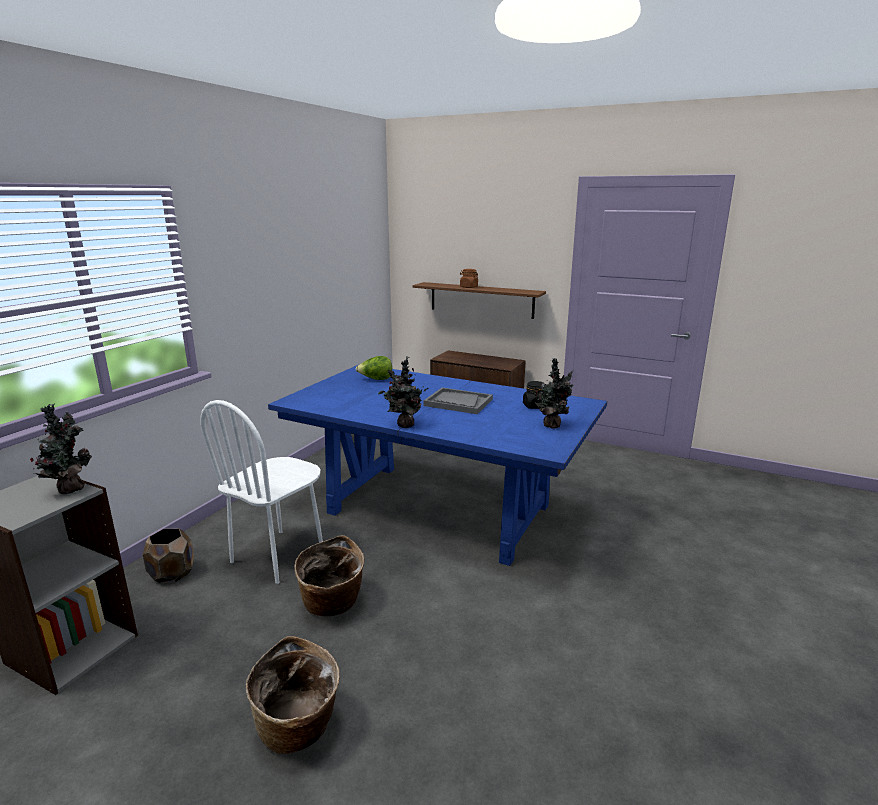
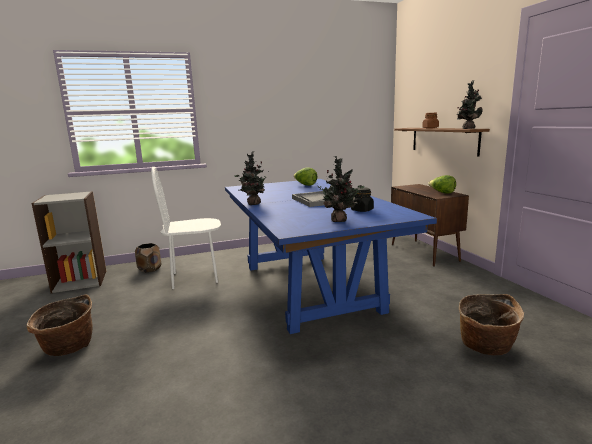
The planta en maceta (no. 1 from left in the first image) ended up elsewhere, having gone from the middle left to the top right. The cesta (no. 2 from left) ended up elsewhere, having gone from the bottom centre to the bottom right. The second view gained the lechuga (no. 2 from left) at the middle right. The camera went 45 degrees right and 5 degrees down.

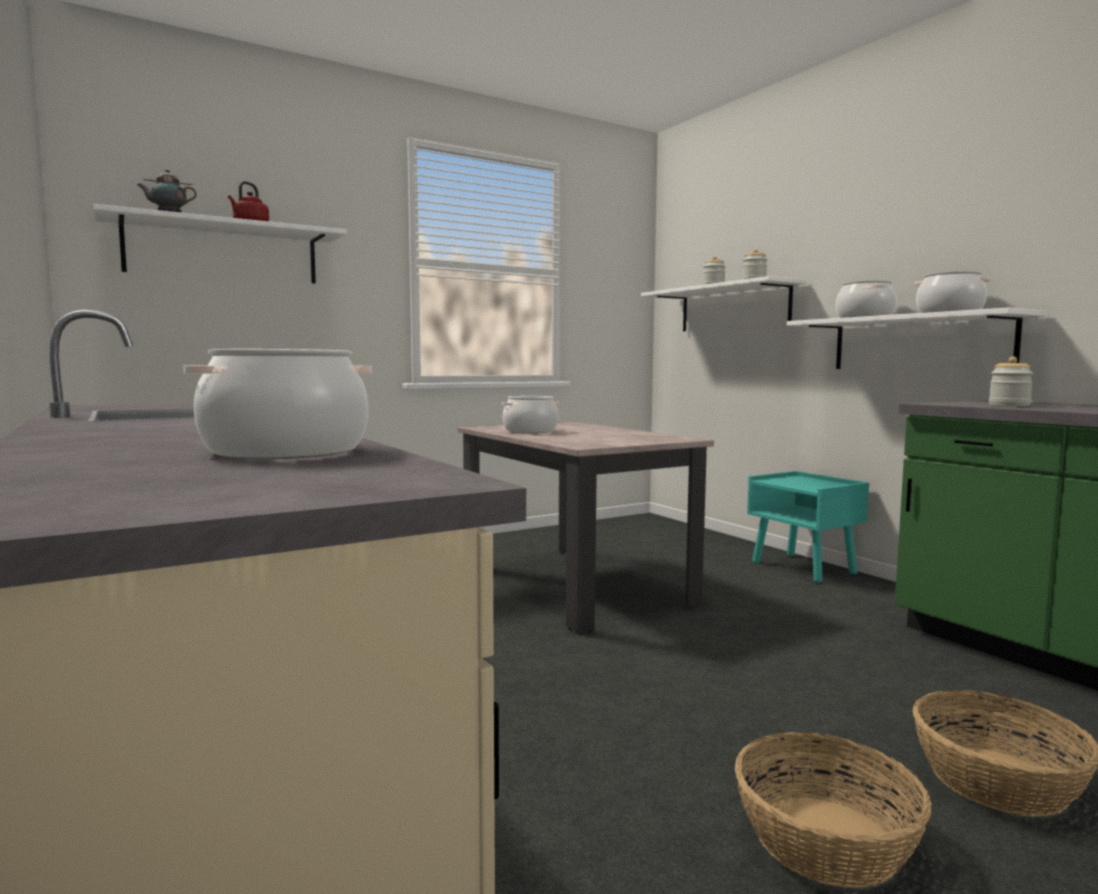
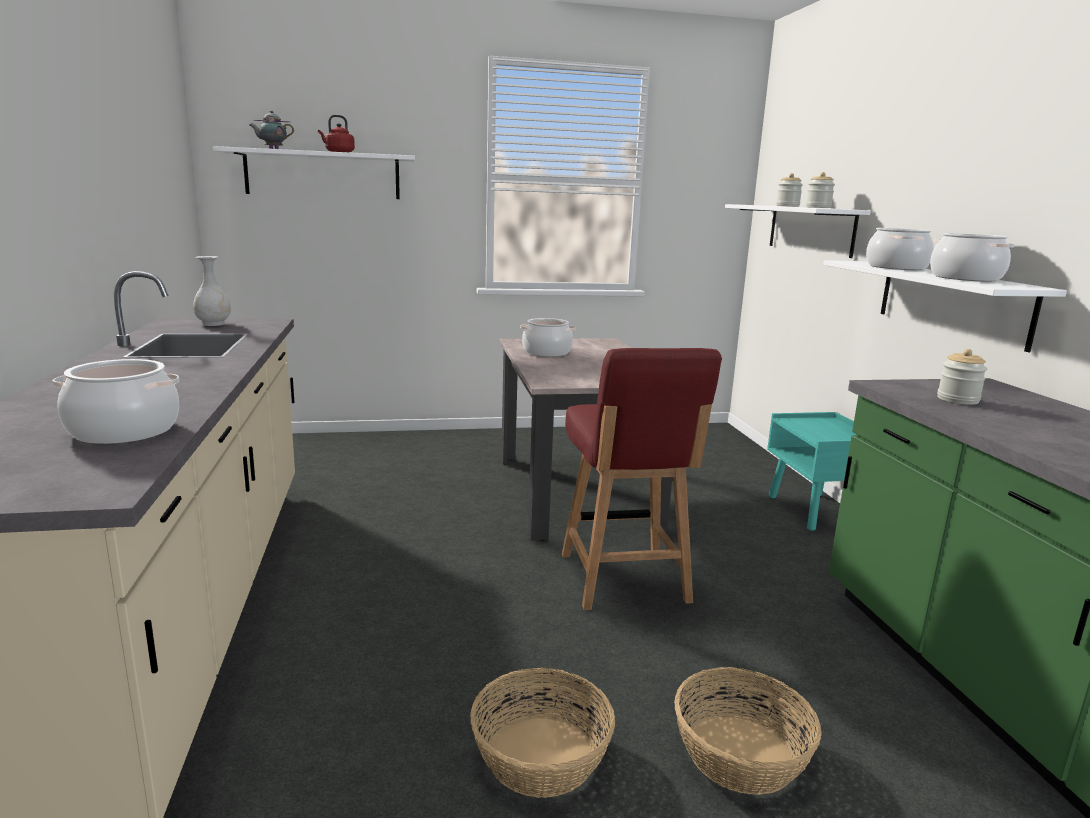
The second view gained the florero [blanco] at the middle left. The second view gained the silla [rojo] at the centre. The camera went 20 degrees right and 10 degrees up.

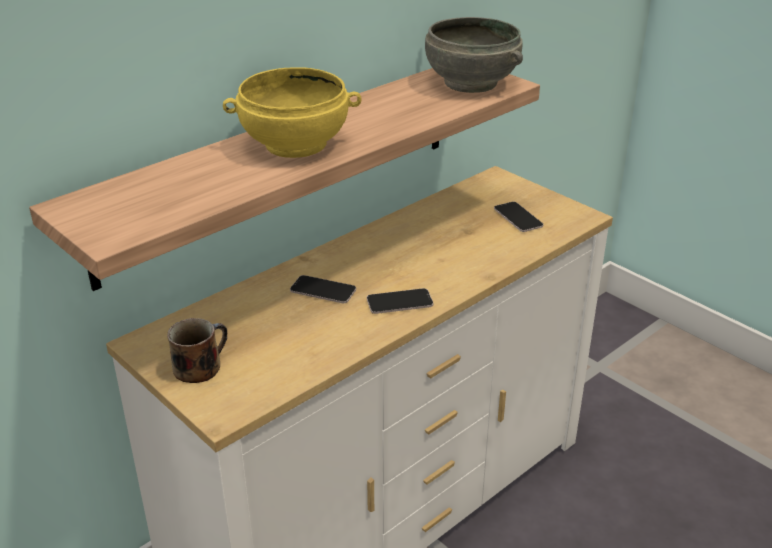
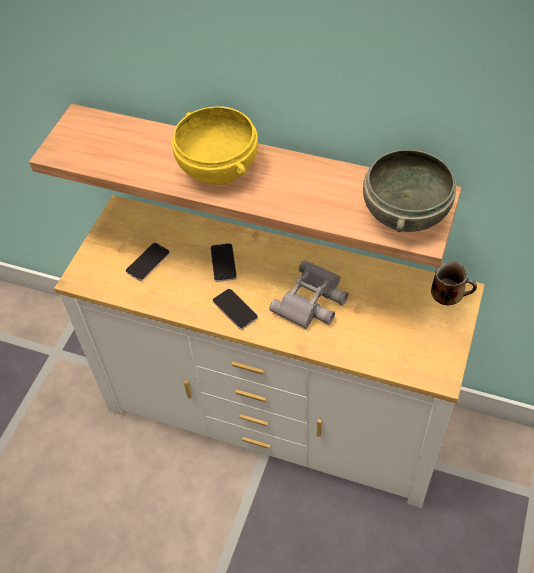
The taza grande ended up elsewhere, having gone from the middle left to the middle right. The móvil (no. 3 from left in the first image) ended up elsewhere, having gone from the middle right to the middle left. The second view gained the prismáticos [gris] at the centre. The camera went 65 degrees right and 20 degrees up.

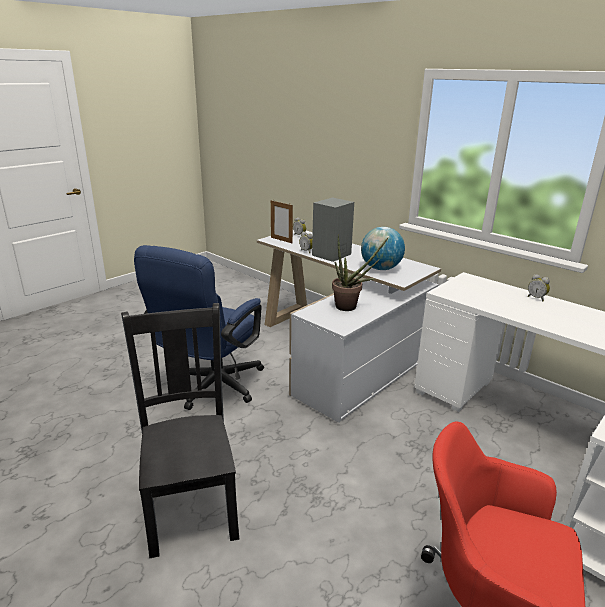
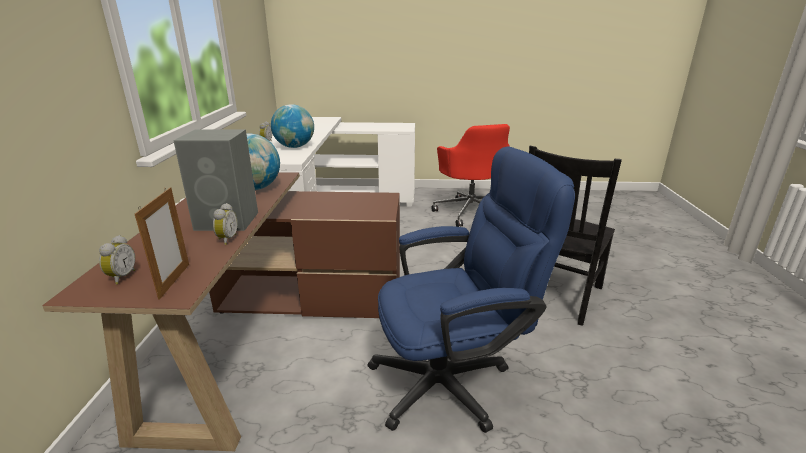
What was the escritorio [blanco] (no. 1 from left) at the centre turned into the escritorio [marrón] at the bottom left. The second view lost the planta en maceta at the centre. The second view gained the globo terráqueo (no. 2 from left) at the top centre. The camera went 130 degrees left and 0 degrees up.

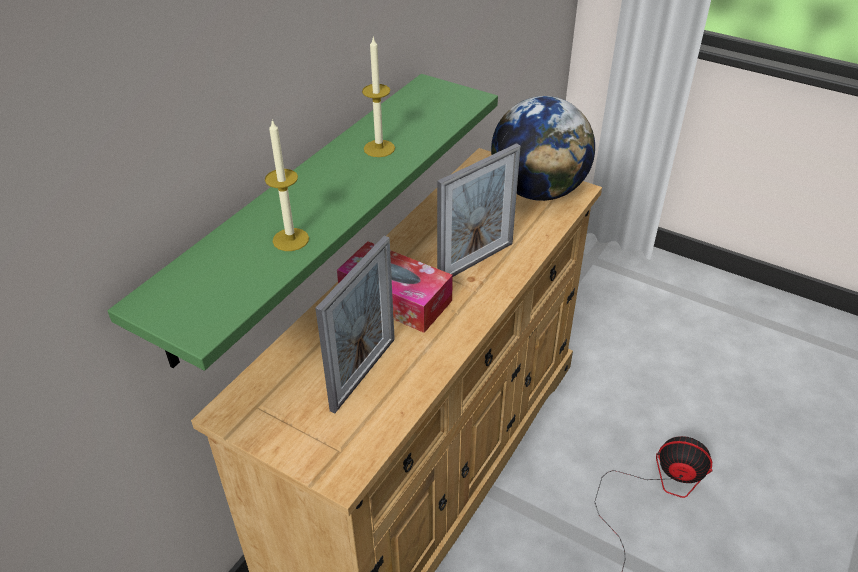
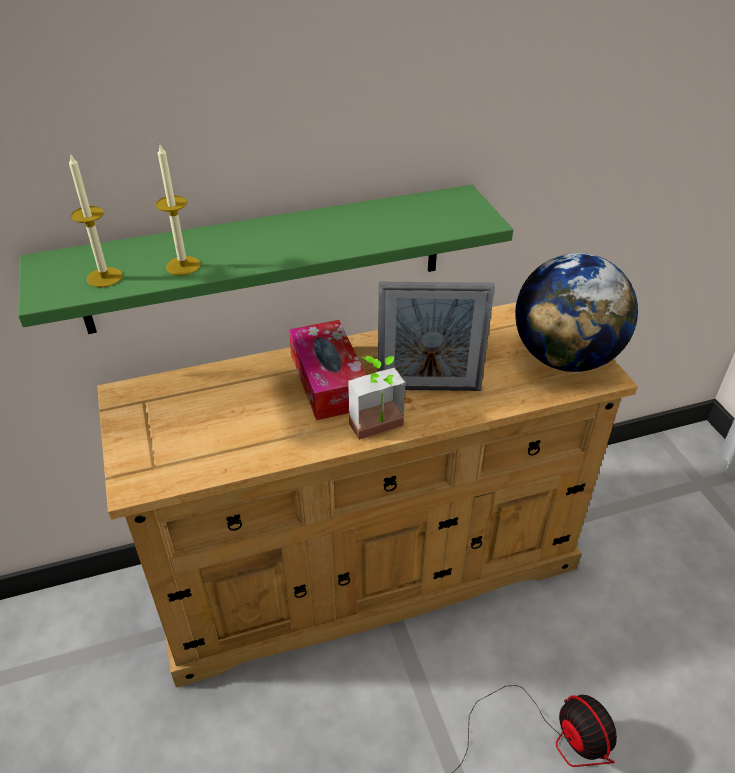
The second view lost the portarretratos (no. 1 from left) at the centre. The vela (no. 2 from left in the first image) ended up elsewhere, having gone from the top centre to the top left. The second view gained the planta en maceta at the centre. The camera went 40 degrees right and 0 degrees up.

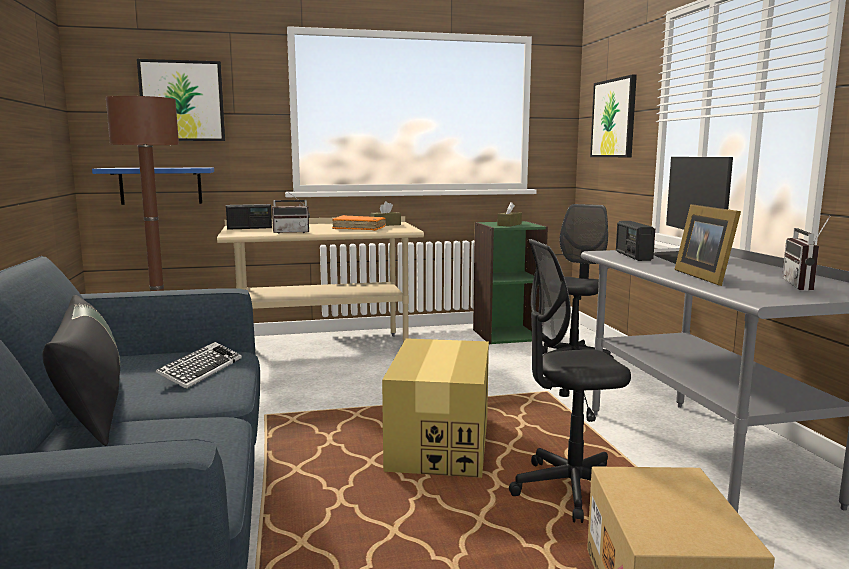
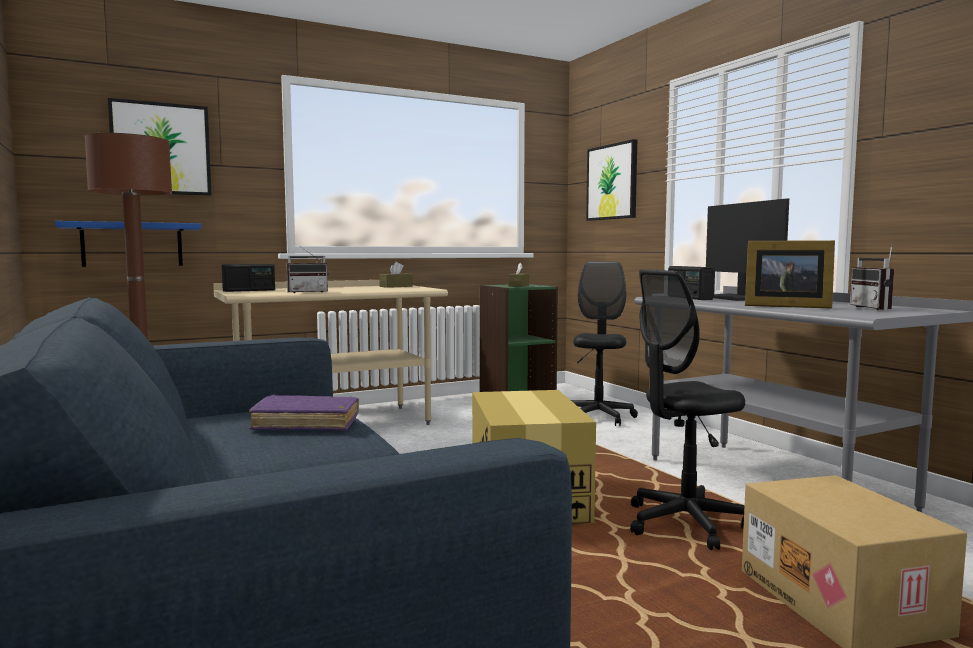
The second view lost the cojín [negro] at the middle left. Where the teclado stood at the middle left, the libro [morado] came to stand at the middle left. The second view lost the libro [naranja] at the centre. The portarretratos at the middle right ended up facing another way, 45 degrees counterclockwise from before. The camera went 15 degrees left and 5 degrees down.

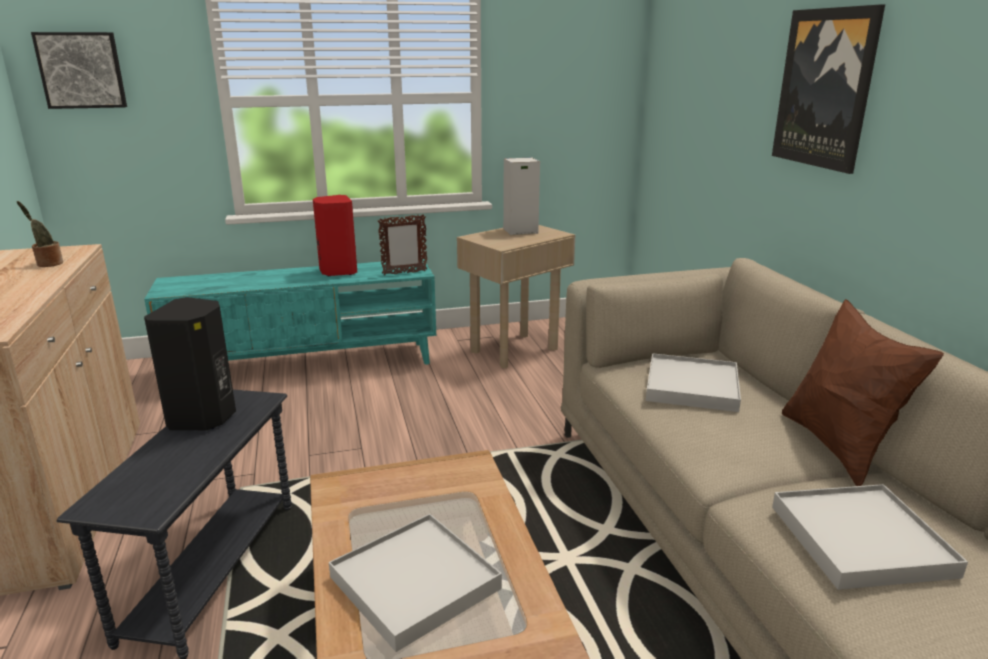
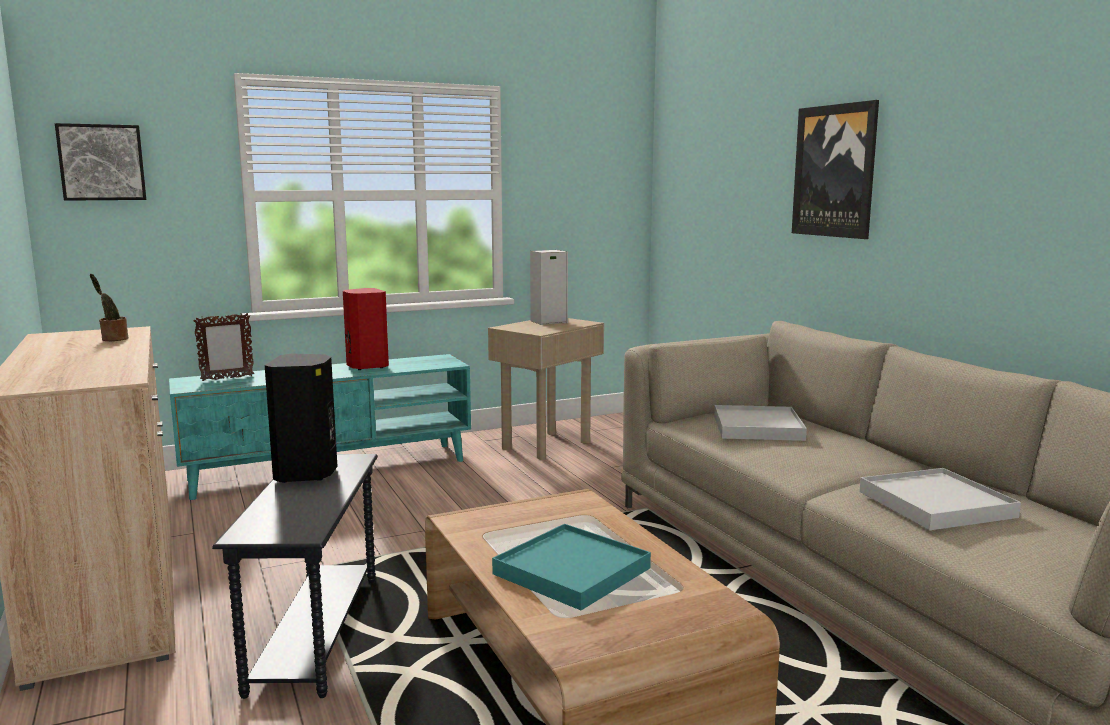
What was the bandeja [blanco] (no. 1 from left) at the bottom centre turned into the bandeja [turquesa] at the bottom centre. The portarretratos ended up elsewhere, having gone from the centre to the middle left. The second view lost the cojín [marrón] at the middle right. The camera went 10 degrees left and 10 degrees down.

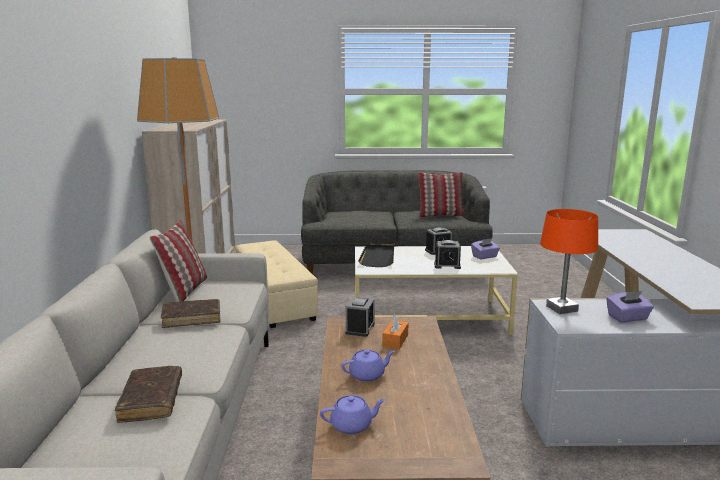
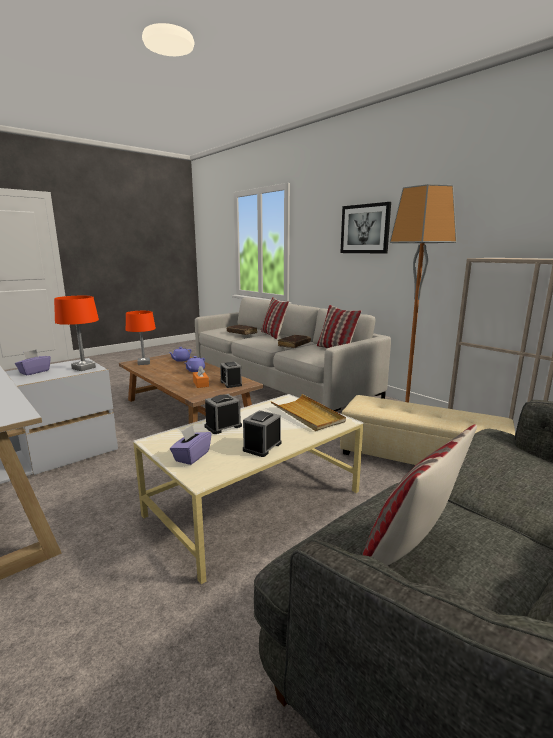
What was the bandeja [negro] at the centre turned into the bandeja [beis] at the centre. The second view gained the lámpara de mesa [naranja] (no. 2 from left) at the middle left. The second view gained the cojín (no. 1 from left) at the centre. The second view gained the cuadro at the top centre. The camera went 140 degrees right and 0 degrees up.

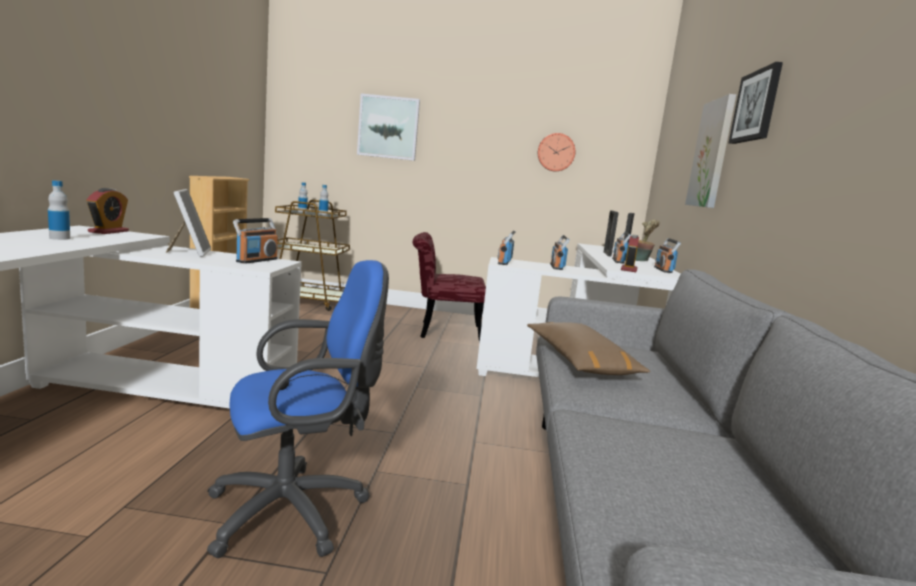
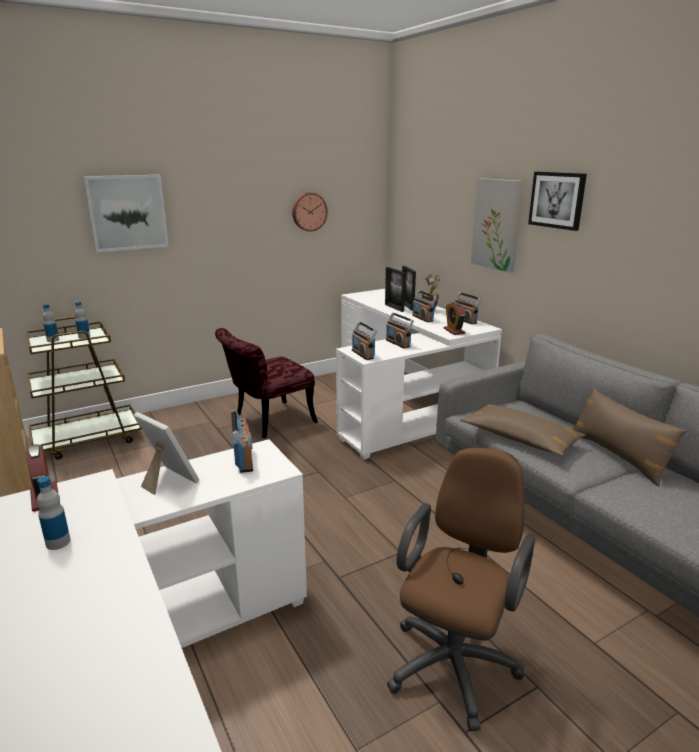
What was the silla de oficina [azul] at the bottom left turned into the silla de oficina [marrón] at the bottom centre. The second view gained the cojín [marrón] (no. 2 from left) at the middle right. The camera went 35 degrees left and 10 degrees up.

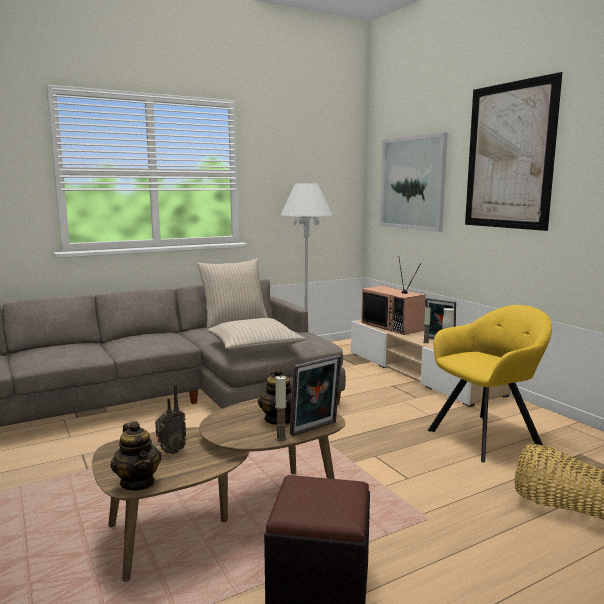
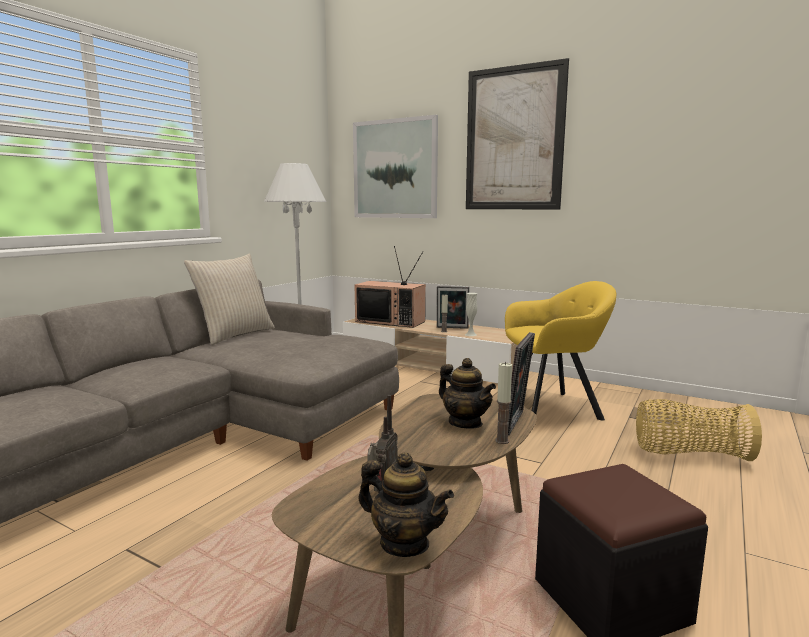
The second view lost the cojín [beis] (no. 2 from left) at the centre. The sillón [amarillo] at the middle right ended up facing another way, 45 degrees clockwise from before. The camera went 30 degrees left and 0 degrees up.

